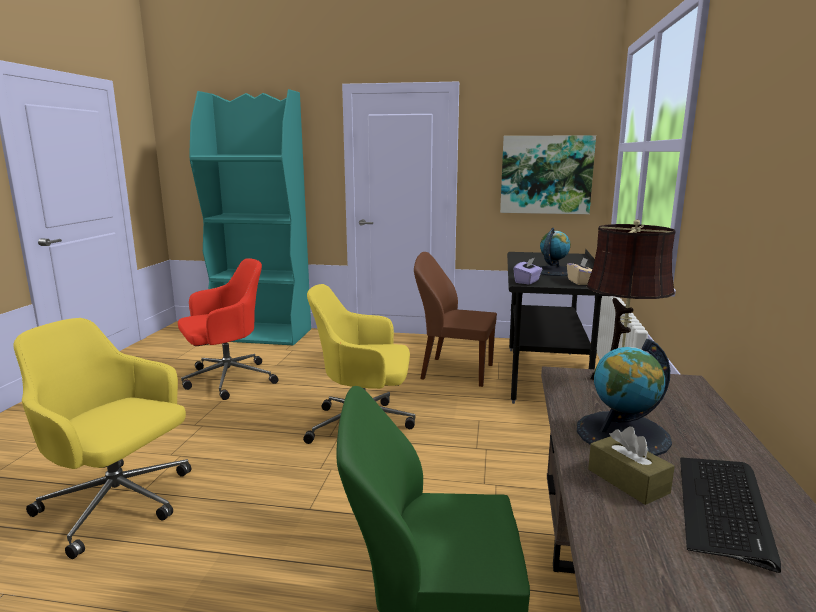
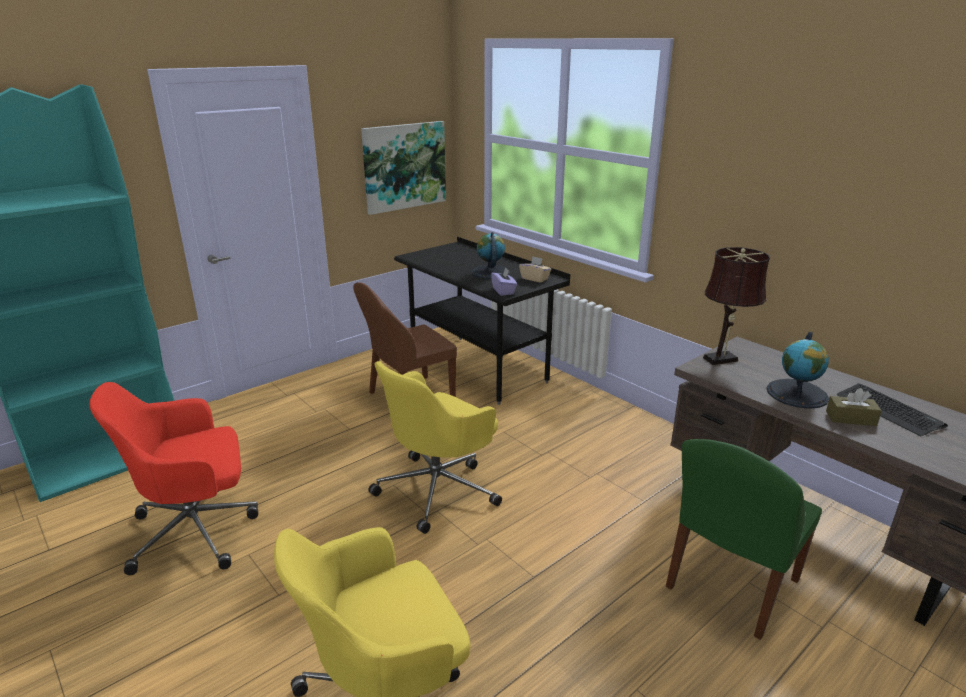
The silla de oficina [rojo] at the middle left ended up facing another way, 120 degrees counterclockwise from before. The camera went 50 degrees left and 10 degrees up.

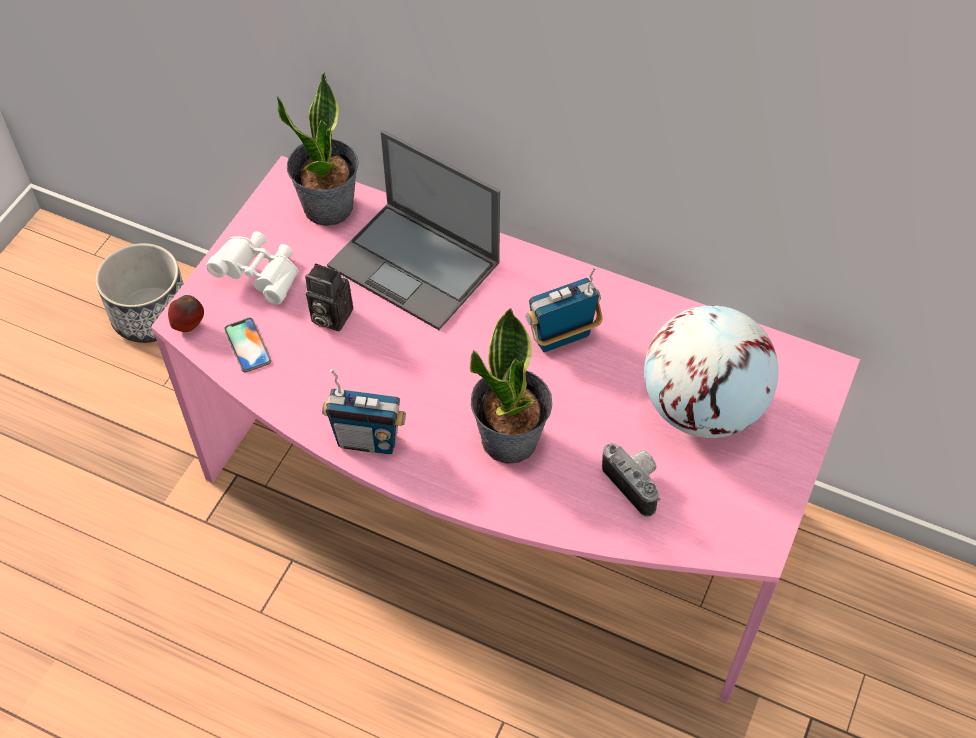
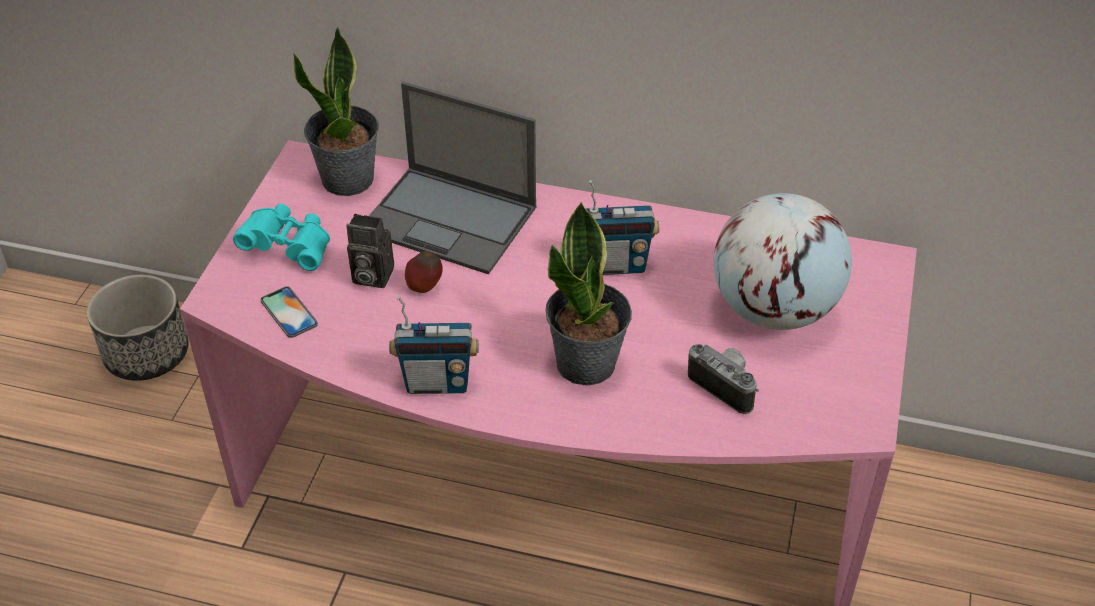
The manzana ended up elsewhere, having gone from the middle left to the centre. What was the prismáticos [blanco] at the middle left turned into the prismáticos [turquesa] at the middle left. The radio (no. 2 from left) at the centre ended up facing another way, 150 degrees counterclockwise from before. The camera went 10 degrees left and 10 degrees down.

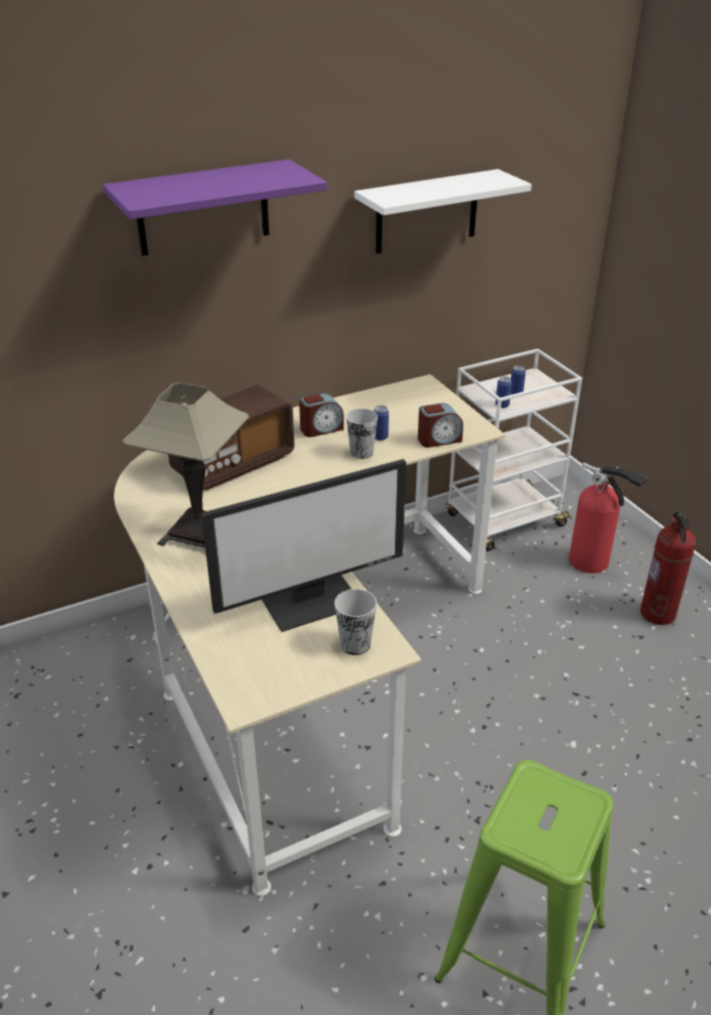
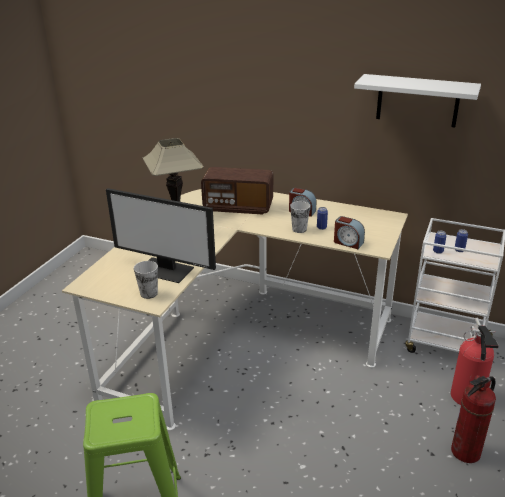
The second view lost the estante [morado] at the top left. The camera went 50 degrees right and 5 degrees down.

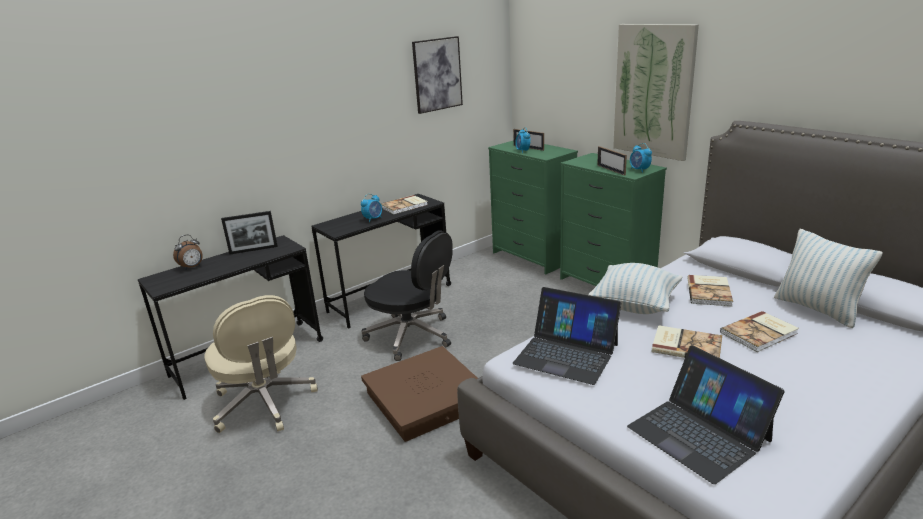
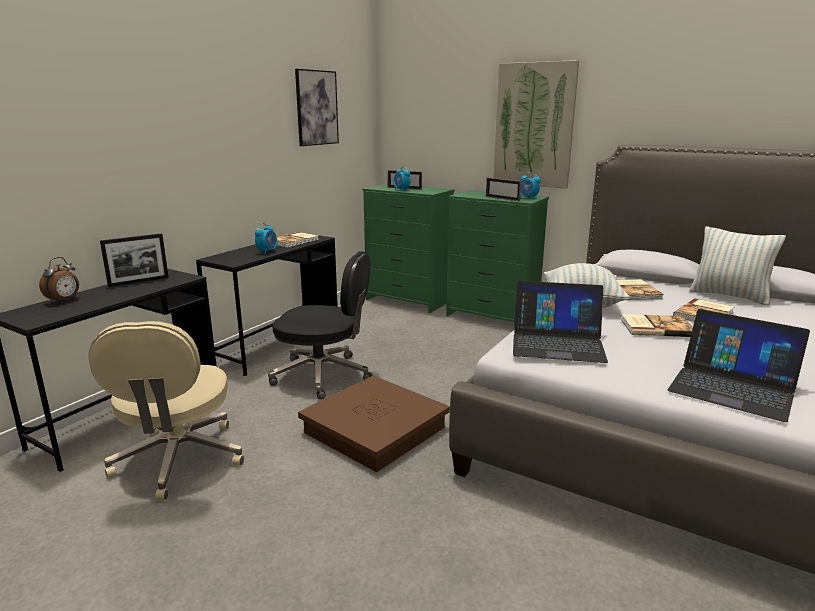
The silla de oficina [beis] at the bottom left ended up facing another way, 45 degrees clockwise from before. The camera went 20 degrees left and 5 degrees down.

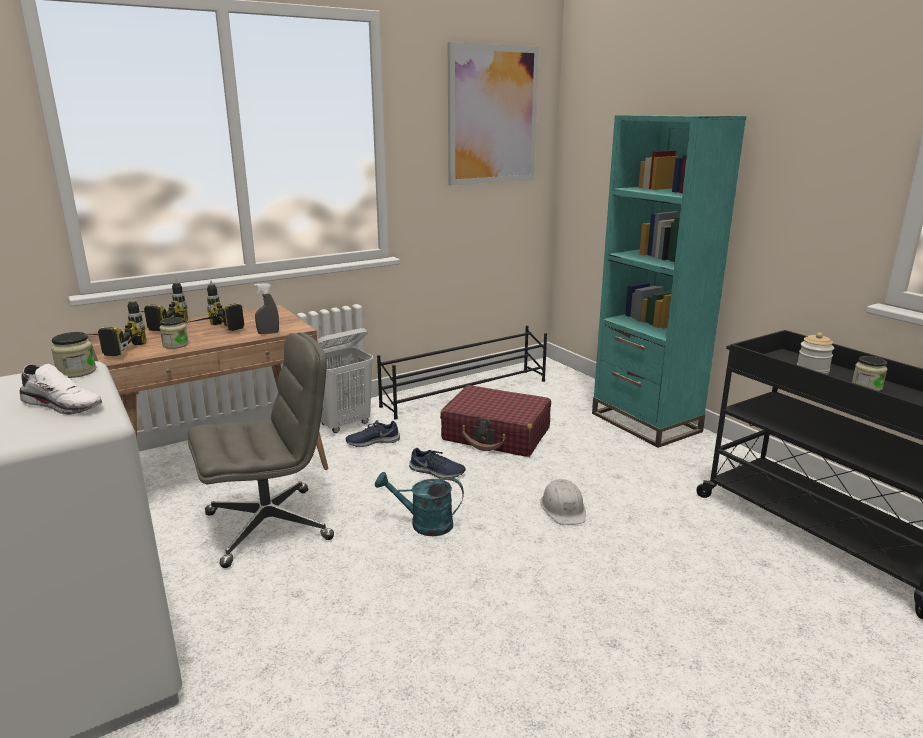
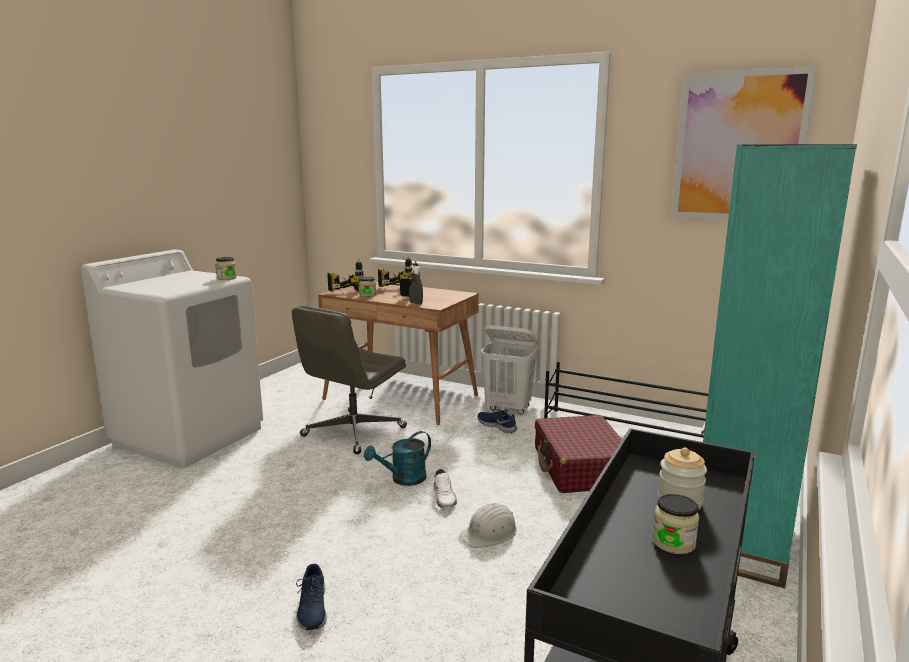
The zapato [blanco] ended up elsewhere, having gone from the middle left to the bottom centre. The silla de oficina [gris] at the middle left ended up facing another way, 90 degrees clockwise from before. The regadera [turquesa] at the bottom centre ended up facing another way, 105 degrees counterclockwise from before. The zapato [azul] (no. 2 from left in the first image) ended up elsewhere, having gone from the centre to the bottom centre. The camera went 60 degrees right and 5 degrees down.

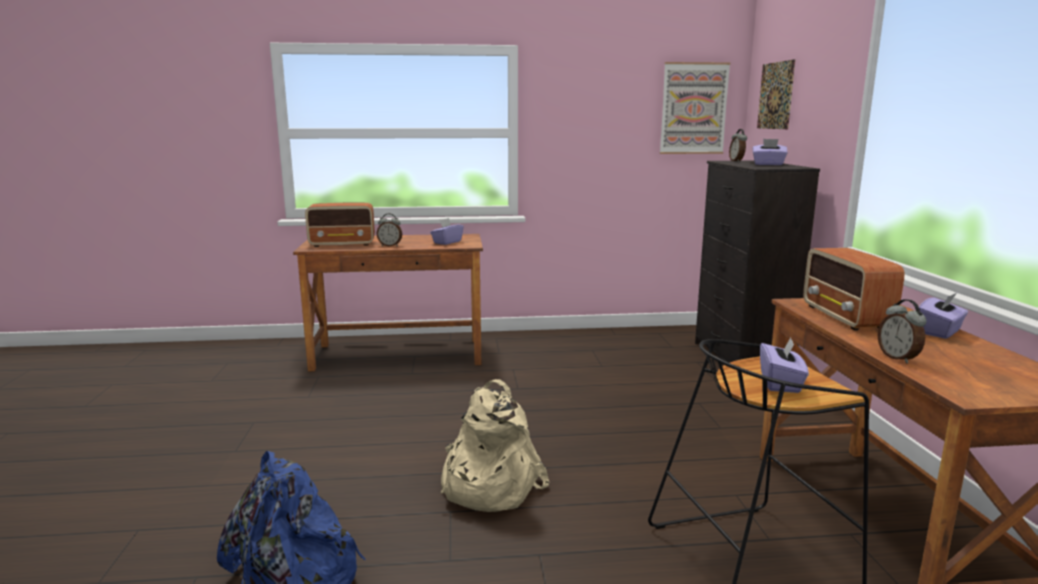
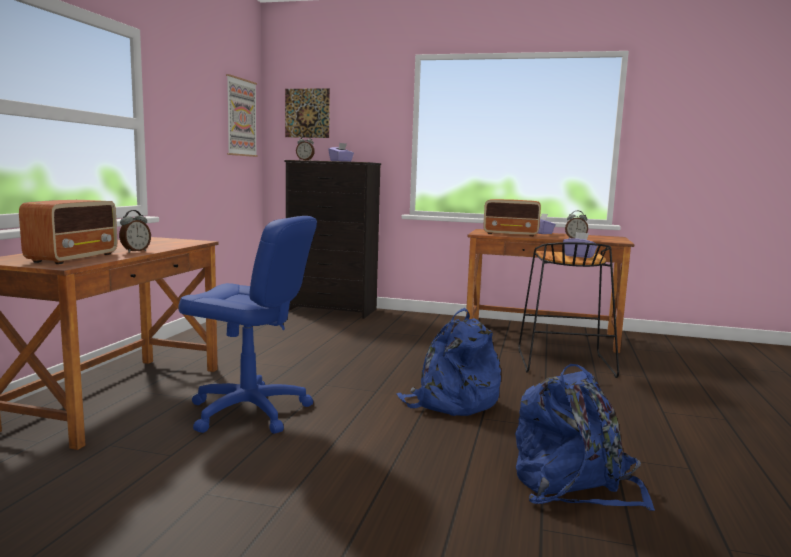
The second view lost the caja de pañuelos [morado] (no. 1 from left) at the centre. What was the mochila [beis] at the bottom centre turned into the mochila [azul] (no. 1 from left) at the centre. The second view gained the silla de oficina [azul] at the middle left. The camera went 70 degrees left and 5 degrees down.

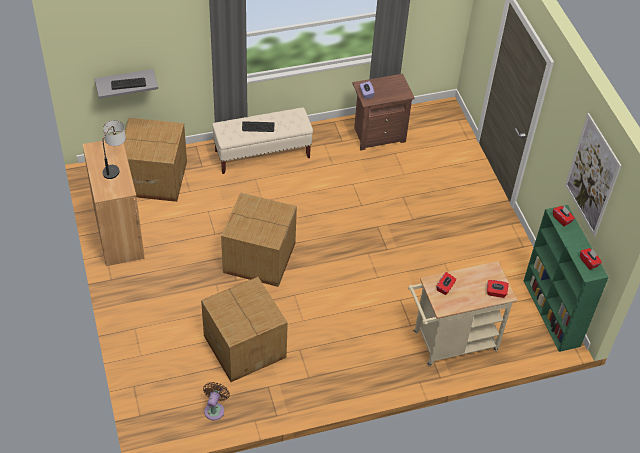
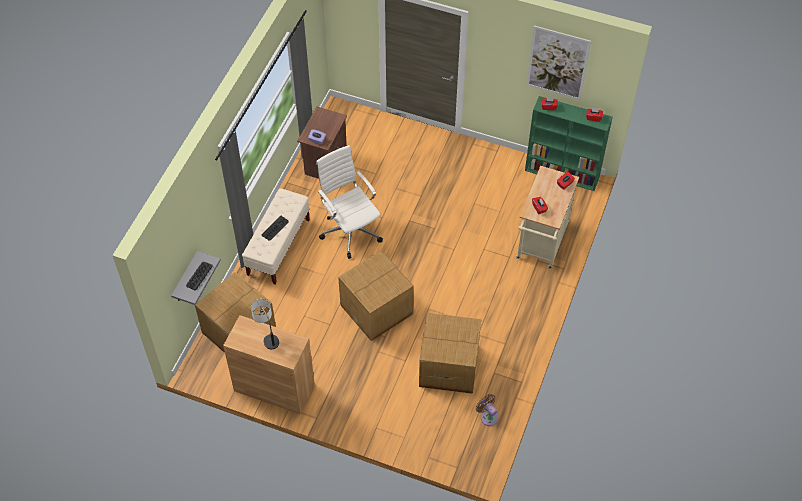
The second view gained the silla de oficina [blanco] at the centre. The camera went 50 degrees left and 5 degrees up.

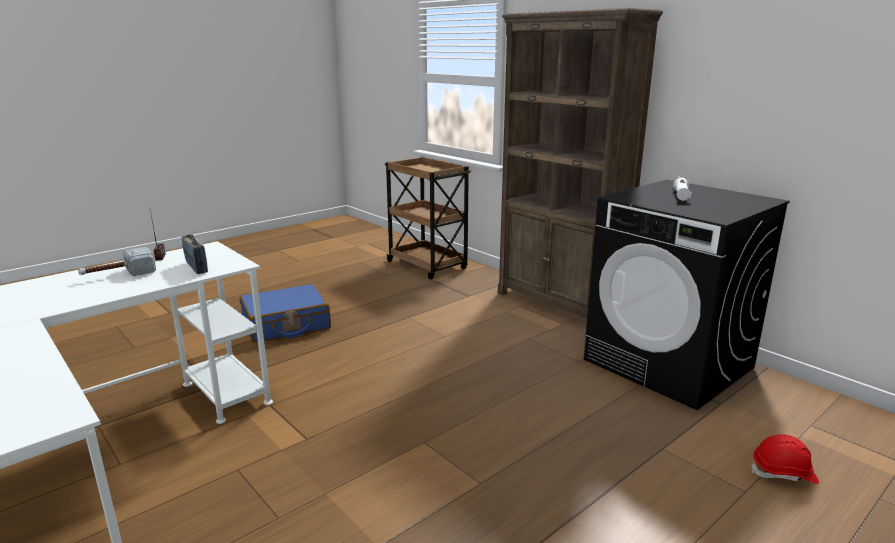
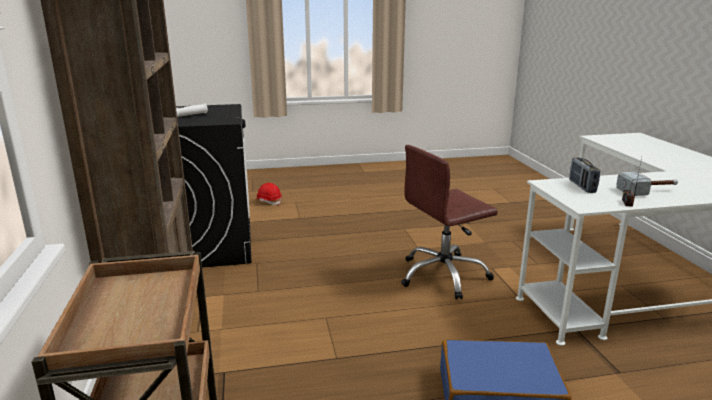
The second view gained the silla de oficina [marrón] at the centre. The camera went 150 degrees left and 0 degrees up.

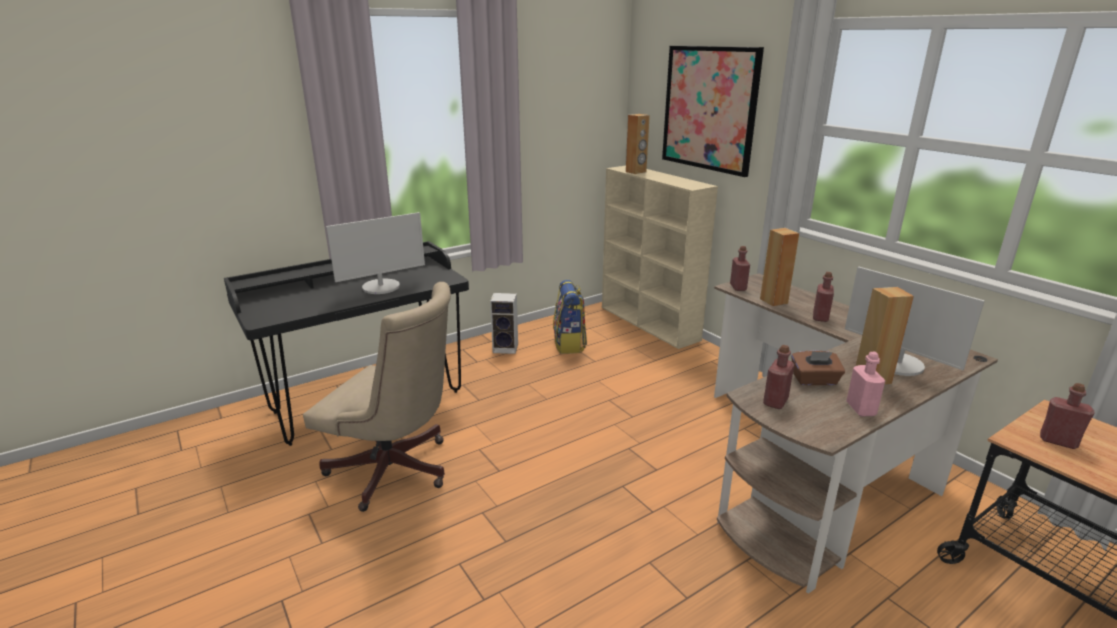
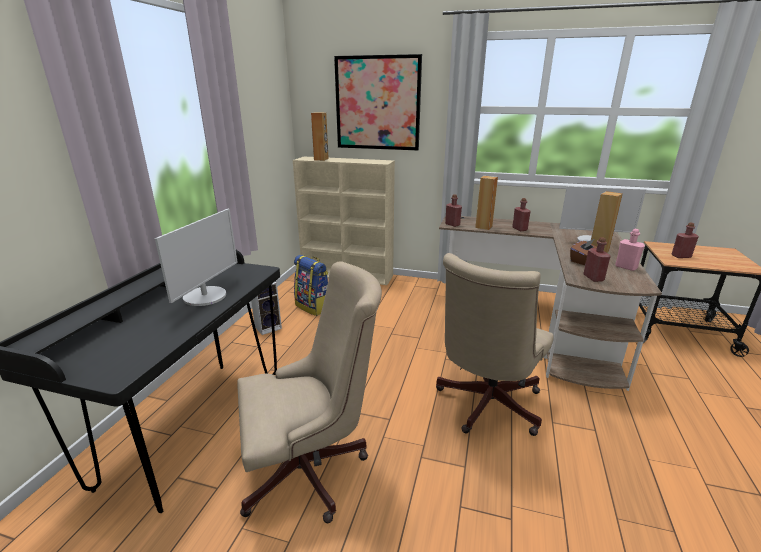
The second view gained the silla de oficina [beis] (no. 2 from left) at the centre. The camera went 40 degrees left and 0 degrees up.

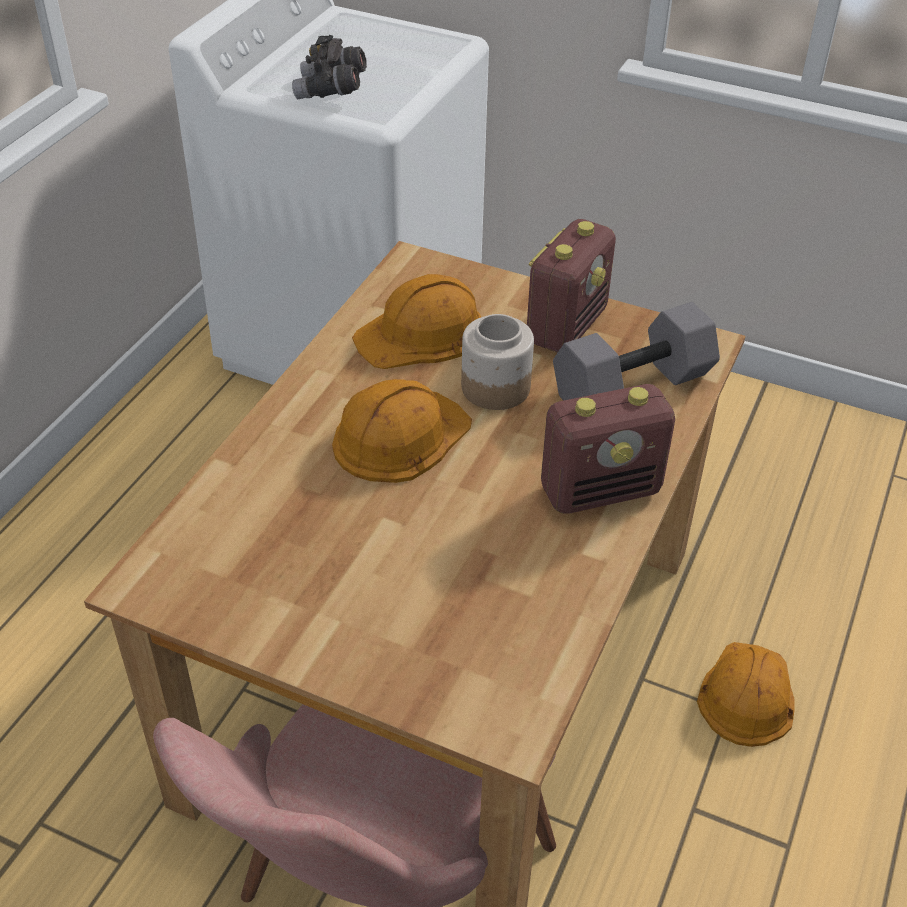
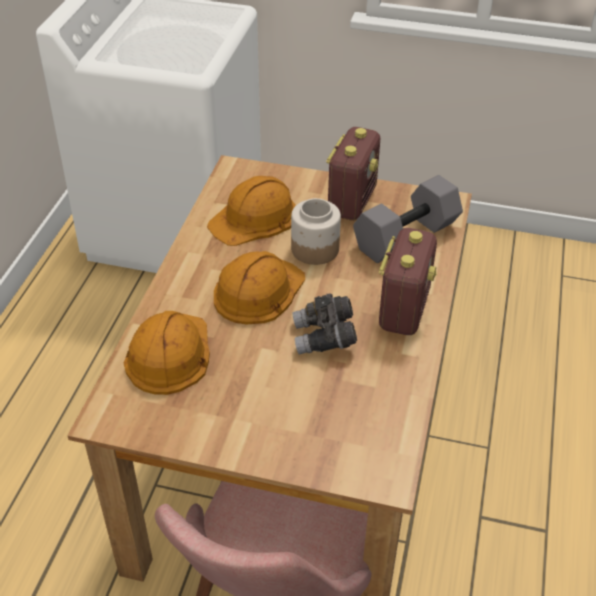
The prismáticos [gris] ended up elsewhere, having gone from the top centre to the centre. The radio (no. 2 from left) at the middle right ended up facing another way, 45 degrees counterclockwise from before. The casco [naranja] (no. 3 from left in the first image) ended up elsewhere, having gone from the bottom right to the middle left. The camera went 10 degrees left and 0 degrees up.

